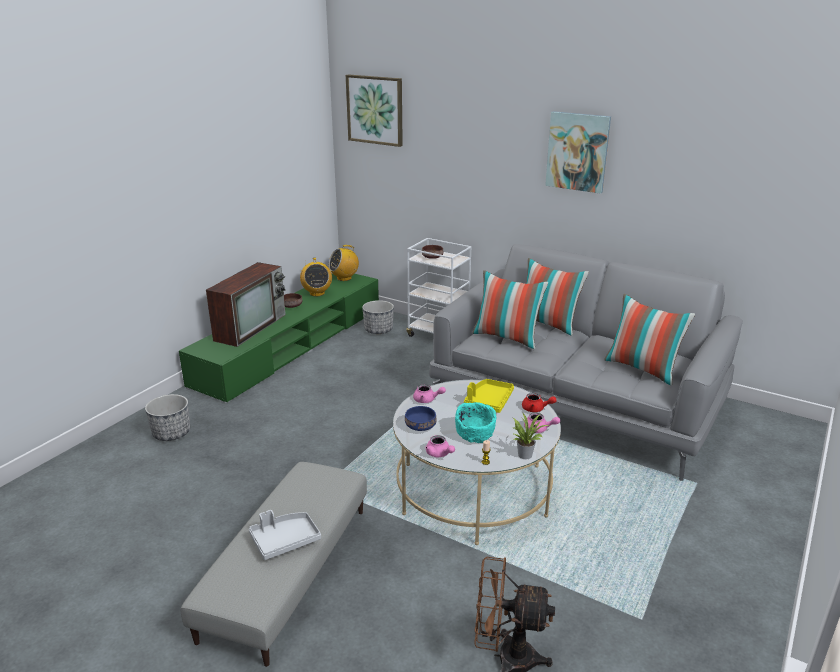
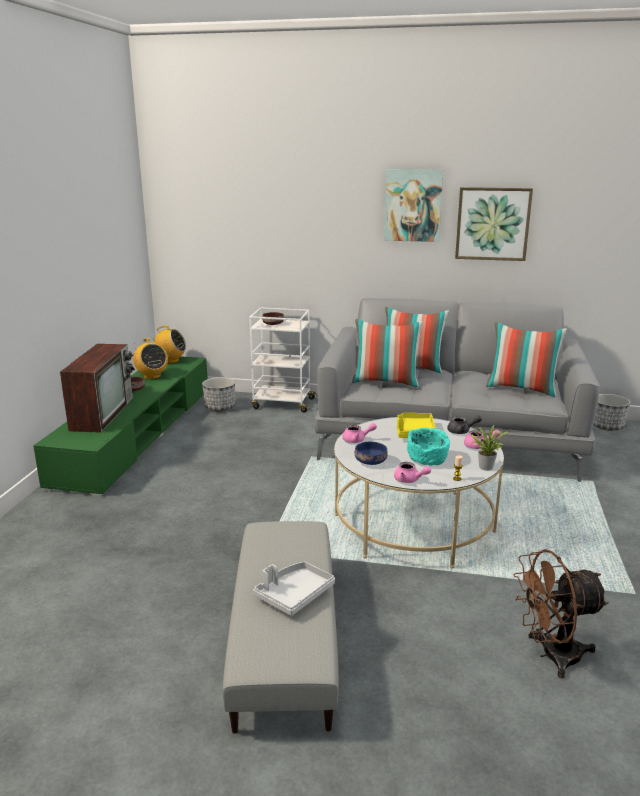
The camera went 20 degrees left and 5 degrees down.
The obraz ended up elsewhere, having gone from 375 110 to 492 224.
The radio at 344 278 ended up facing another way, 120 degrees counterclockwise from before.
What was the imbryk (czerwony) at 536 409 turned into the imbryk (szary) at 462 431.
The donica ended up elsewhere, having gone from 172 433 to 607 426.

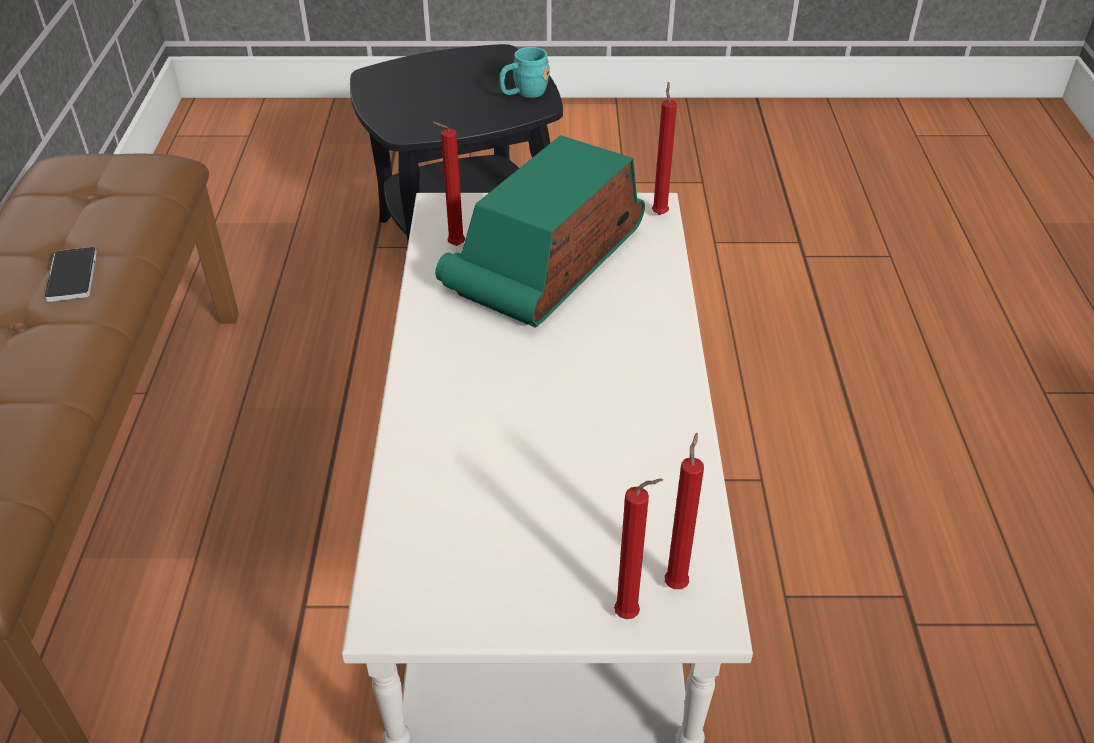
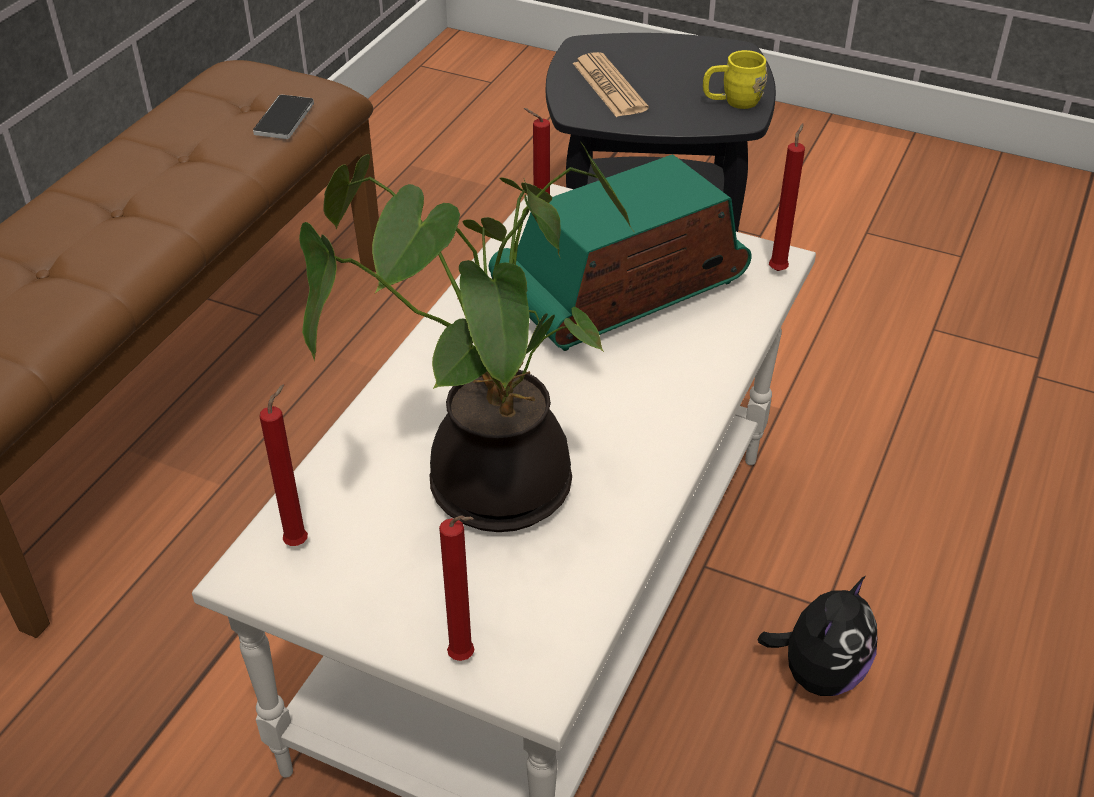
The camera went 25 degrees right and 0 degrees up.
What was the kubek (turkusowy) at 524 93 turned into the kubek (żółty) at 732 101.
The telefon ended up elsewhere, having gone from 72 276 to 284 119.
The świeca (czerwony) ended up elsewhere, having gone from 676 582 to 299 541.
The second view gained the gazeta at 609 86.
The second view gained the roślina doniczkowa at 488 483.
The second view gained the pluszak at 818 673.

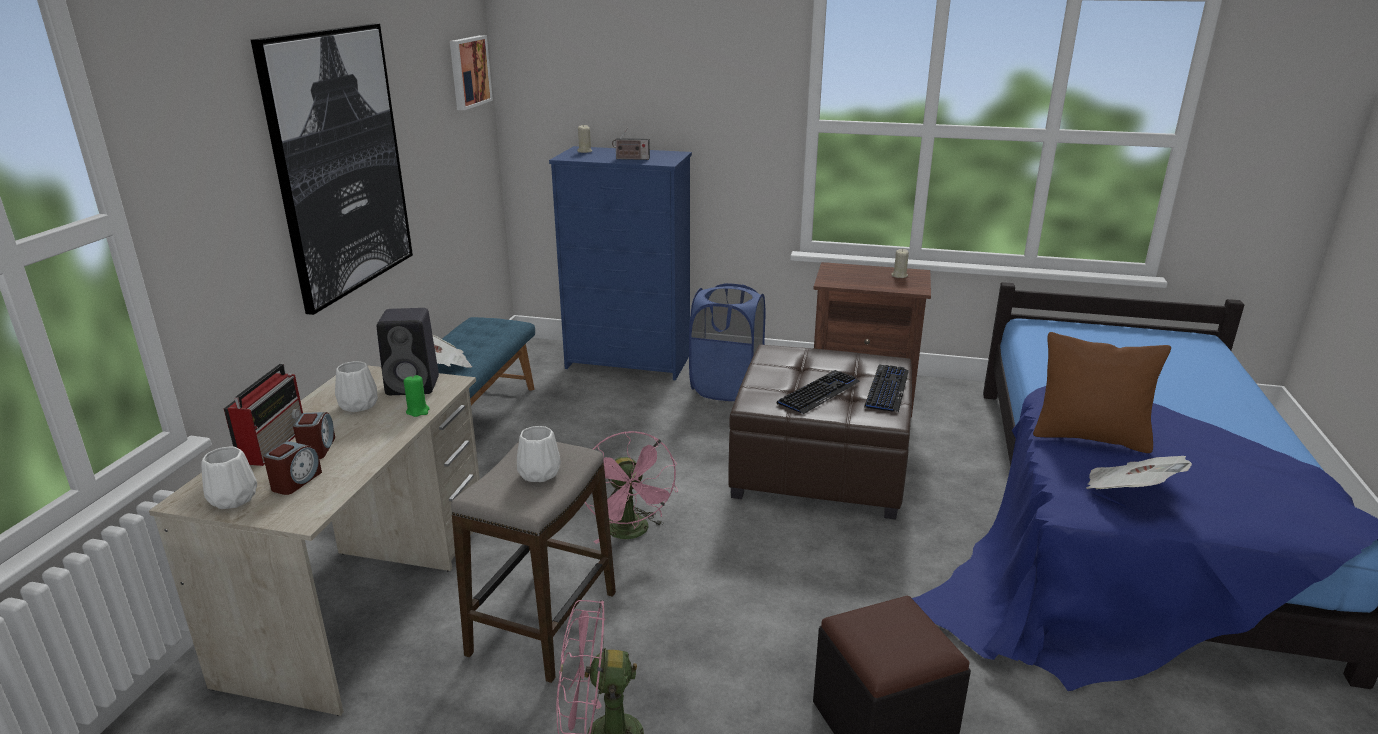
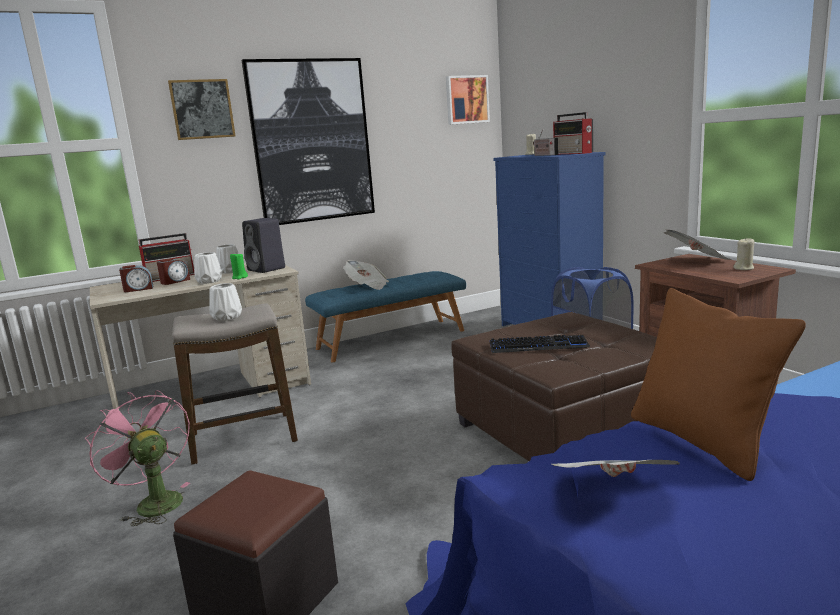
The camera went 50 degrees right and 10 degrees down.
The second view lost the klawiatura at 886 389.
The second view lost the wentylator (różowy) at 631 533.
The wazon (biały) ended up elsewhere, having gone from 232 499 to 209 281.
The second view gained the obraz at 202 109.
The second view gained the radio at 573 153.
The second view gained the gazeta at 697 261.

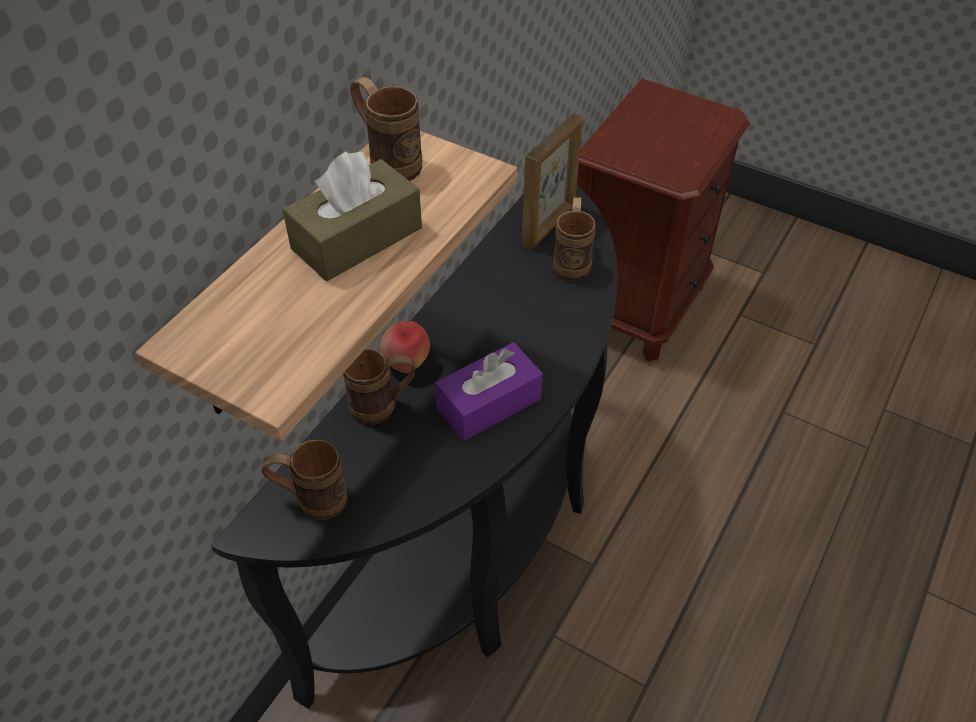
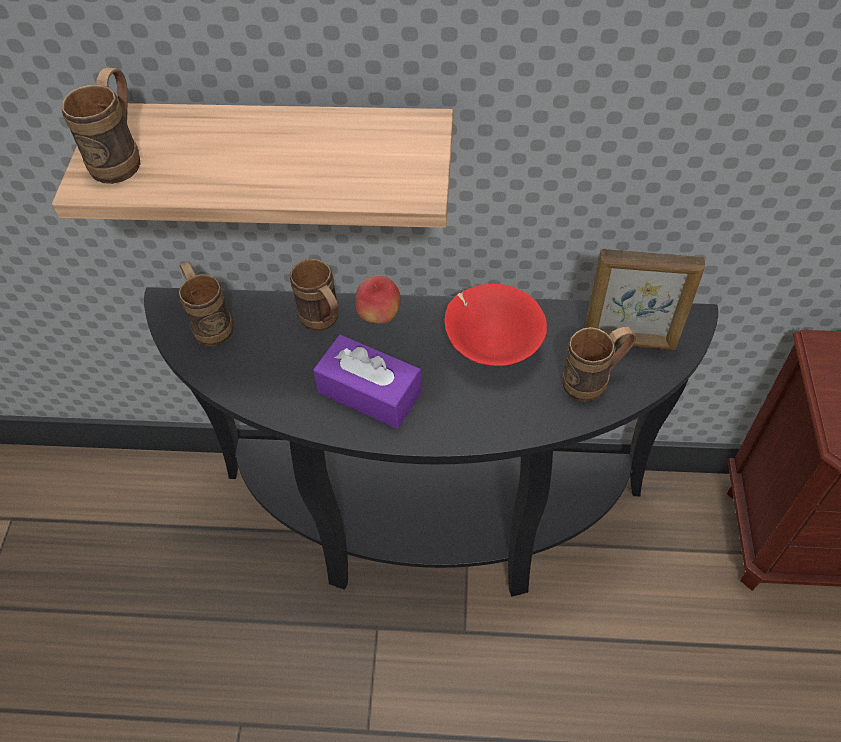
The camera went 65 degrees right and 5 degrees up.
The kubek (brązowy) ended up elsewhere, having gone from 388 162 to 122 157.
The second view lost the pudełko chusteczek (brązowy) at 357 238.
The second view gained the miska (czerwony) at 492 344.

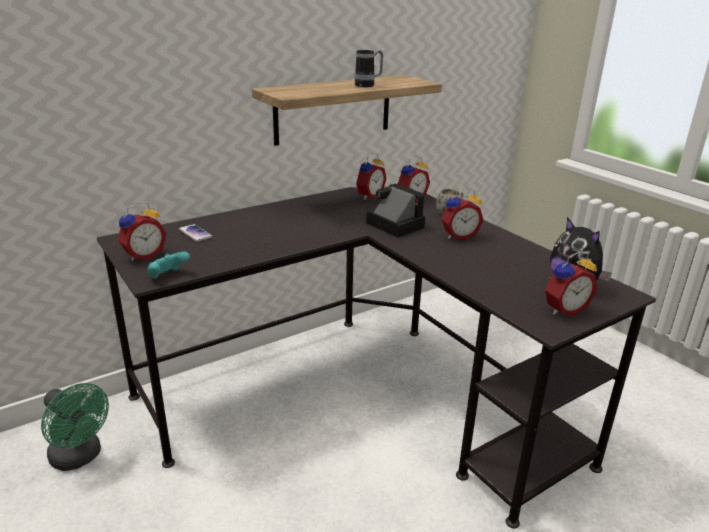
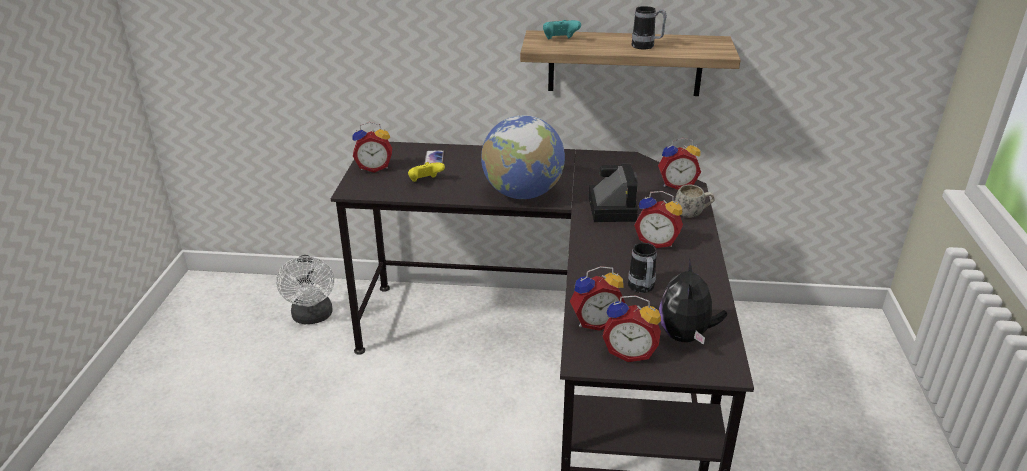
The camera went 40 degrees right and 5 degrees up.
The budzik ended up elsewhere, having gone from 368 196 to 595 322.
The pad do gier (turkusowy) ended up elsewhere, having gone from 168 276 to 560 40.
What was the wentylator (zielony) at 80 457 turned into the wentylator (biały) at 312 317.
The second view gained the globus at 522 194.
The second view gained the pad do gier (żółty) at 425 181.
The second view gained the kubek at 642 289.

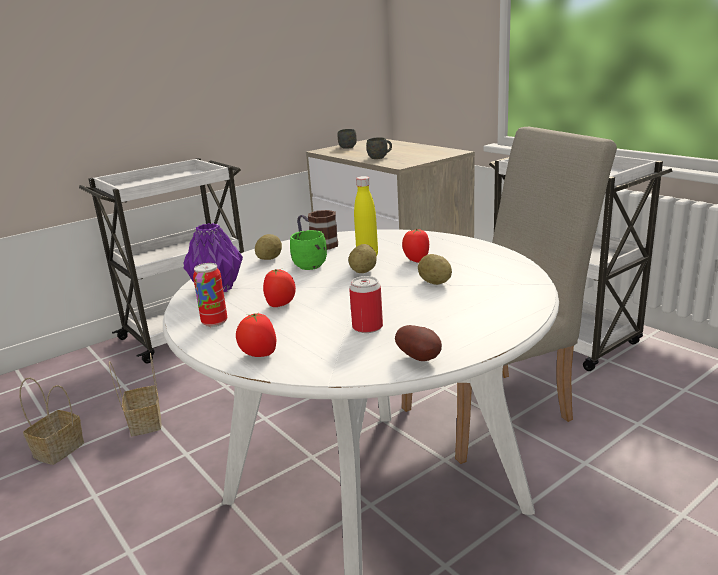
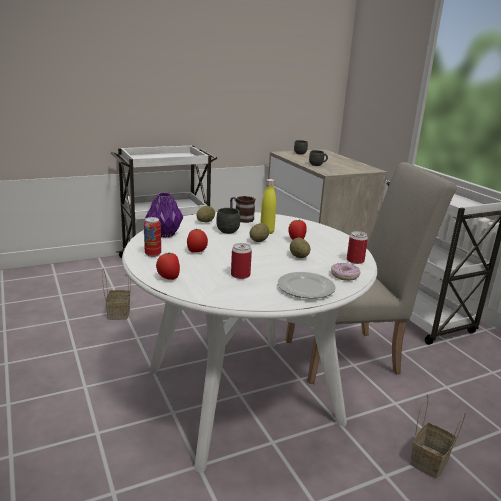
The camera went 10 degrees right and 0 degrees up.
What was the kubek (zielony) at 307 264 turned into the kubek (szary) at 226 230.
The second view lost the ziemniak at 420 359.
The koszyk ended up elsewhere, having gone from 58 451 to 429 462.
The second view gained the puszka at 355 261.
The second view gained the donut at 345 276.
The second view gained the talerz at 305 288.

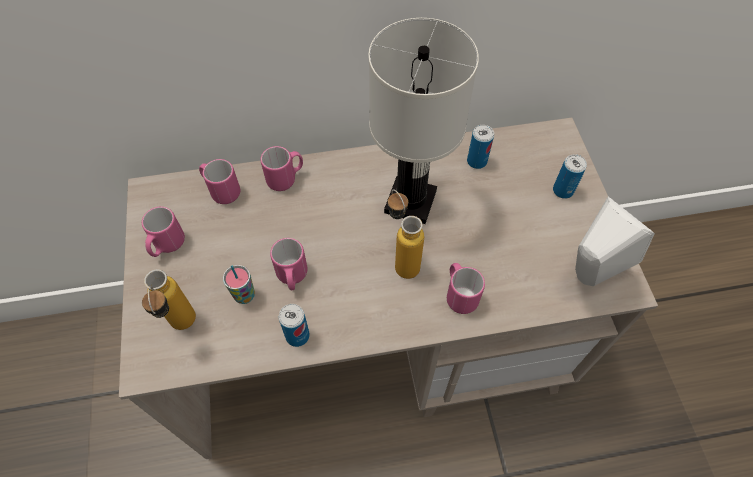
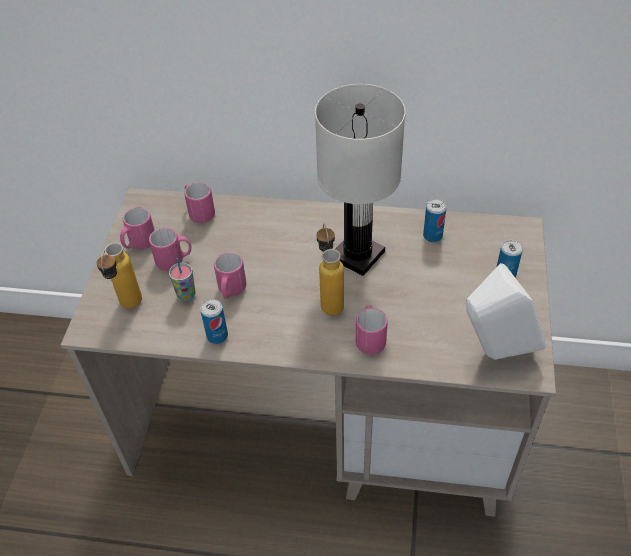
The camera went 20 degrees right and 10 degrees down.
The kubek (różowy) ended up elsewhere, having gone from 286 178 to 174 260.

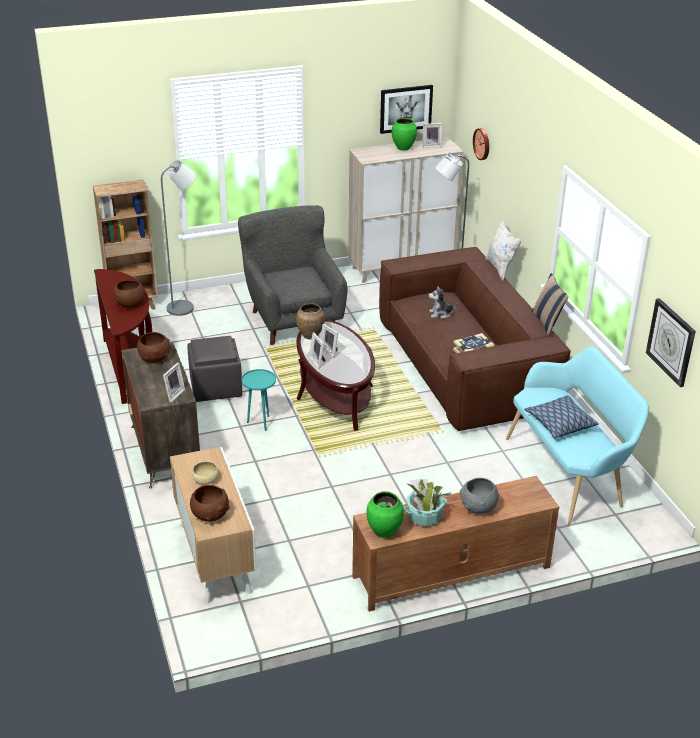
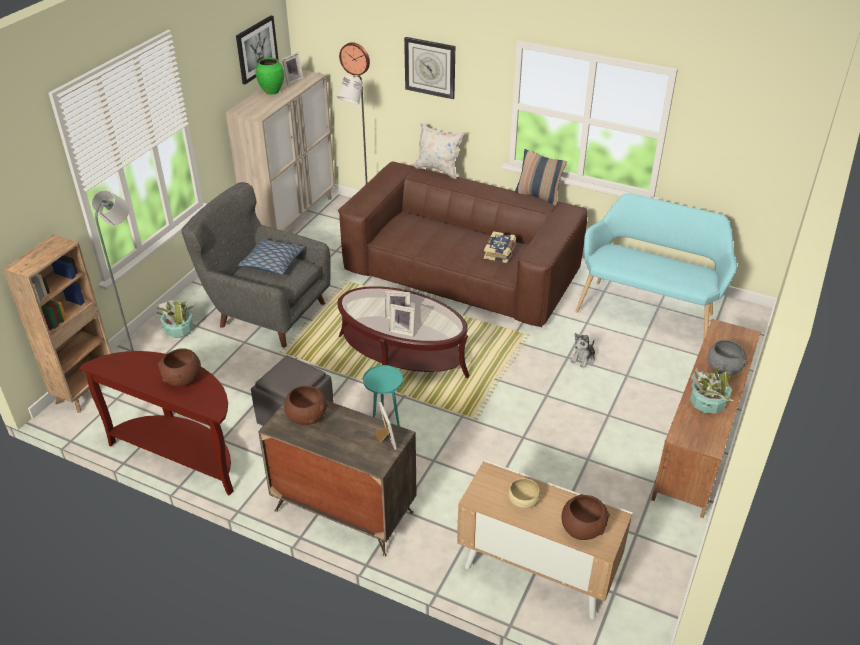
The camera went 45 degrees left and 5 degrees up.
The pluszak ended up elsewhere, having gone from 441 314 to 583 359.
The zegar ścienny ended up elsewhere, having gone from 671 342 to 430 67.
The second view lost the wazon (brązowy) at 310 335.
The poduszka ended up elsewhere, having gone from 560 423 to 272 263.
The second view lost the wazon (zielony) at 384 532.
The second view gained the roślina doniczkowa at 179 330.

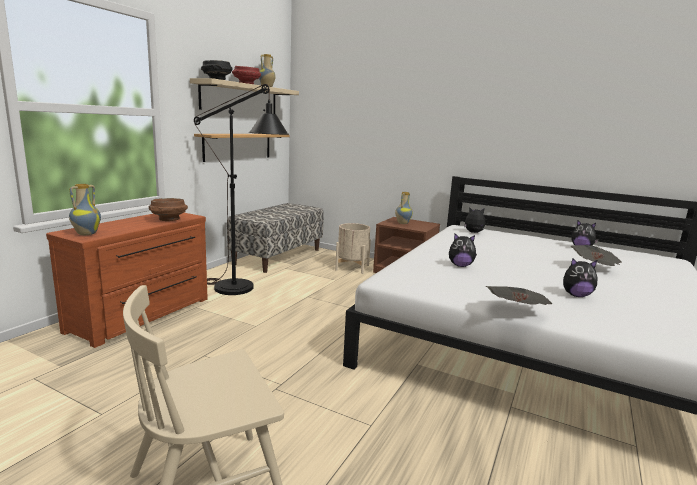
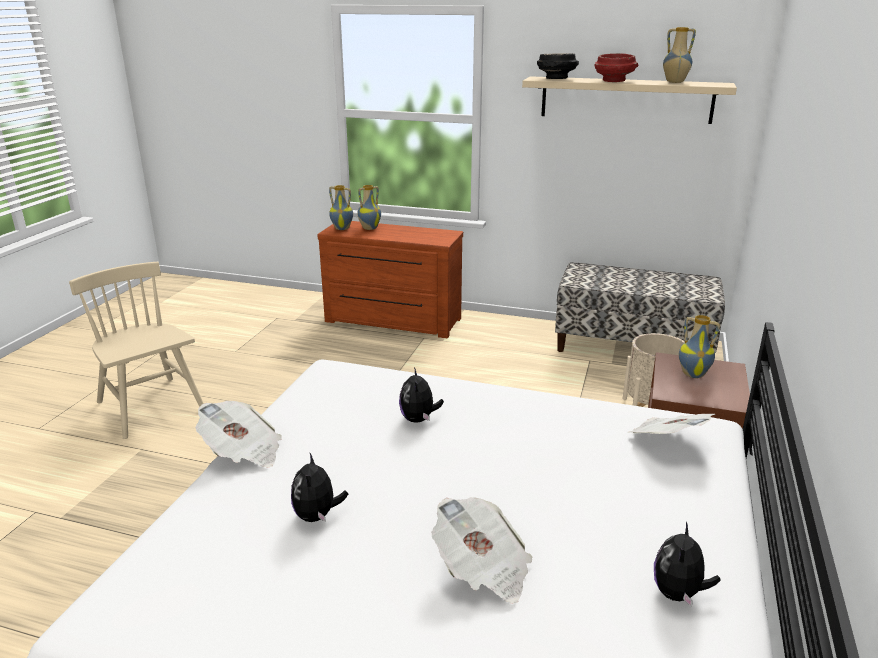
The camera went 80 degrees right and 10 degrees up.
The second view lost the lampa stojąca (czarny) at 242 290.
The second view lost the półka at 238 146.
The second view lost the miska (brązowy) at 168 220.
Where the pluszak stood at 474 233, the gazeta came to stand at 667 441.
The second view gained the wazon at 369 228.

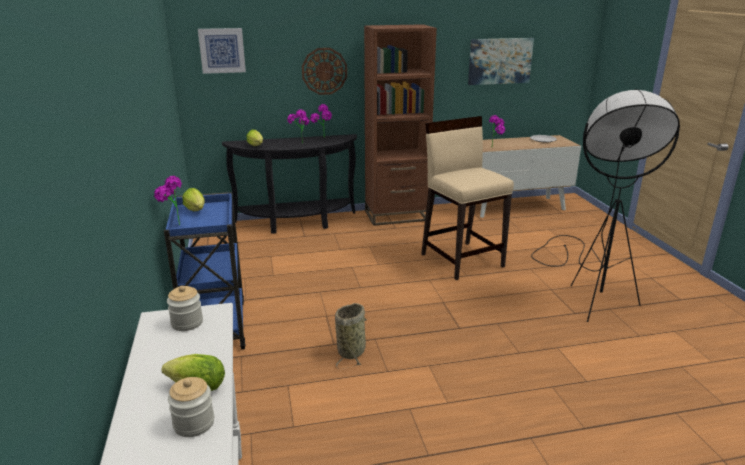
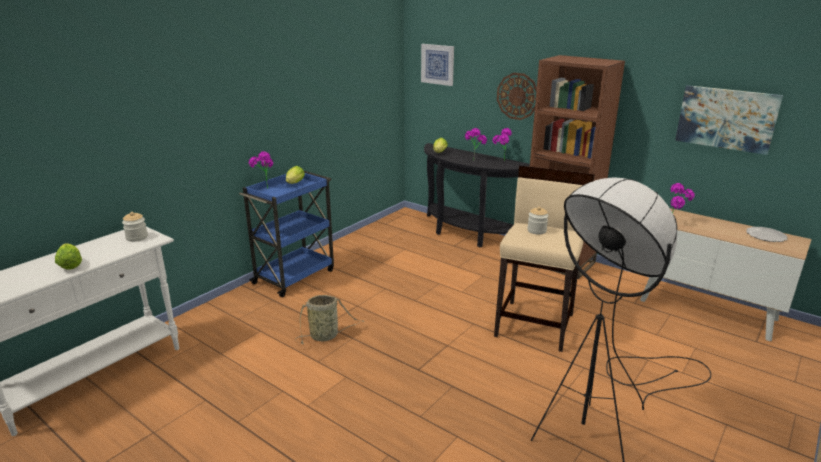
The camera went 50 degrees right and 0 degrees up.
The słoik ended up elsewhere, having gone from 194 423 to 536 230.

